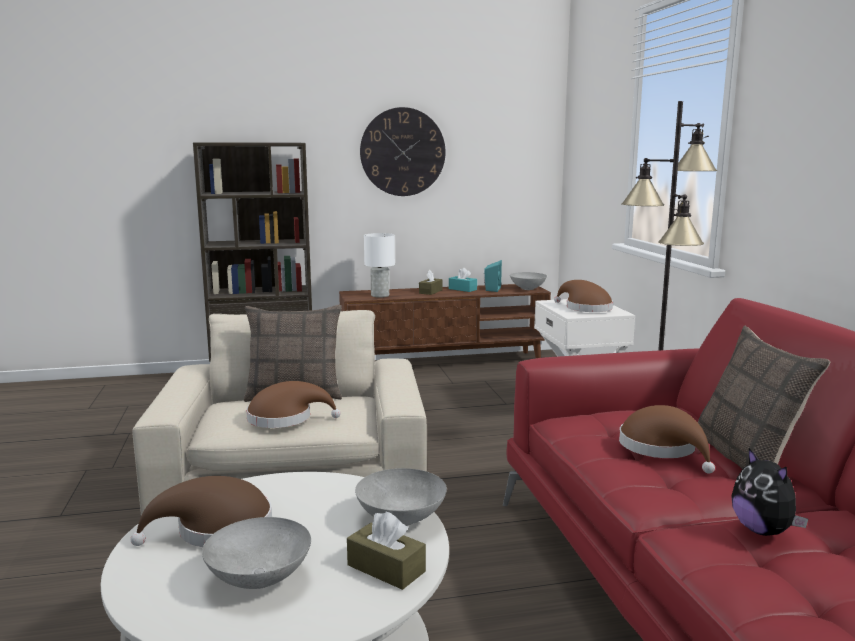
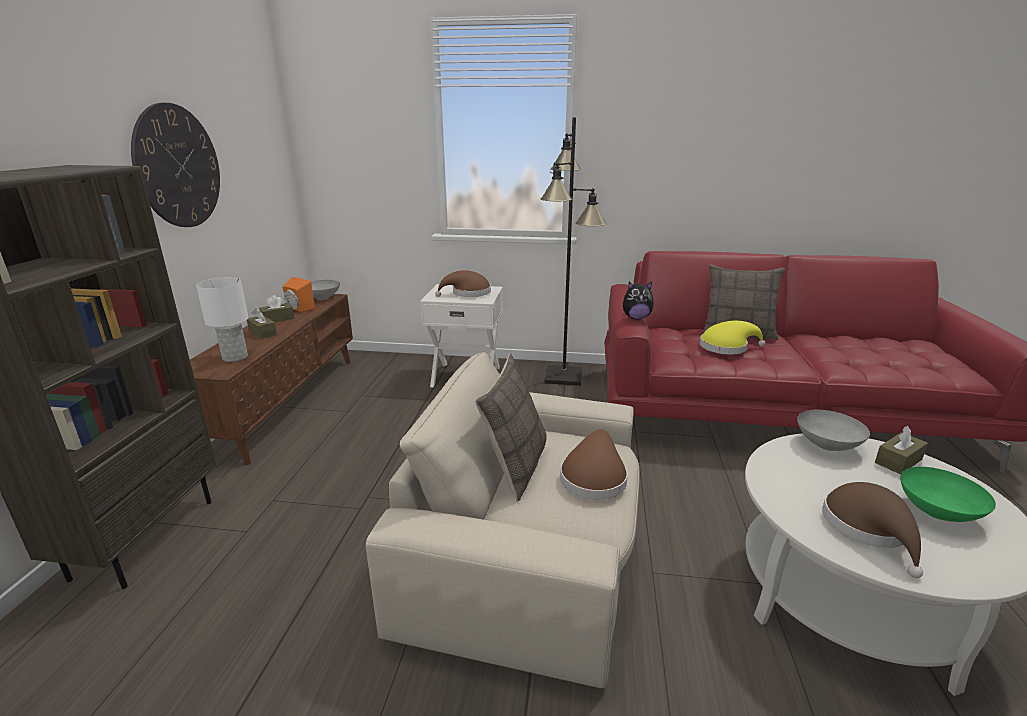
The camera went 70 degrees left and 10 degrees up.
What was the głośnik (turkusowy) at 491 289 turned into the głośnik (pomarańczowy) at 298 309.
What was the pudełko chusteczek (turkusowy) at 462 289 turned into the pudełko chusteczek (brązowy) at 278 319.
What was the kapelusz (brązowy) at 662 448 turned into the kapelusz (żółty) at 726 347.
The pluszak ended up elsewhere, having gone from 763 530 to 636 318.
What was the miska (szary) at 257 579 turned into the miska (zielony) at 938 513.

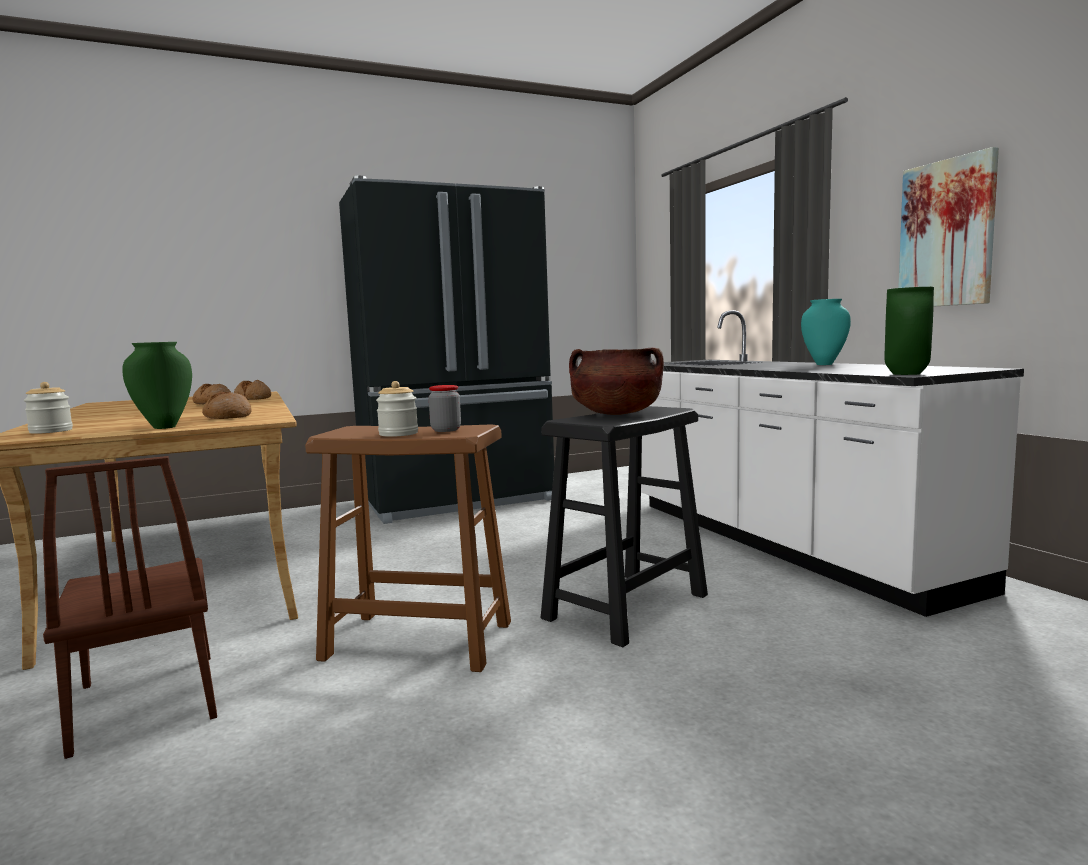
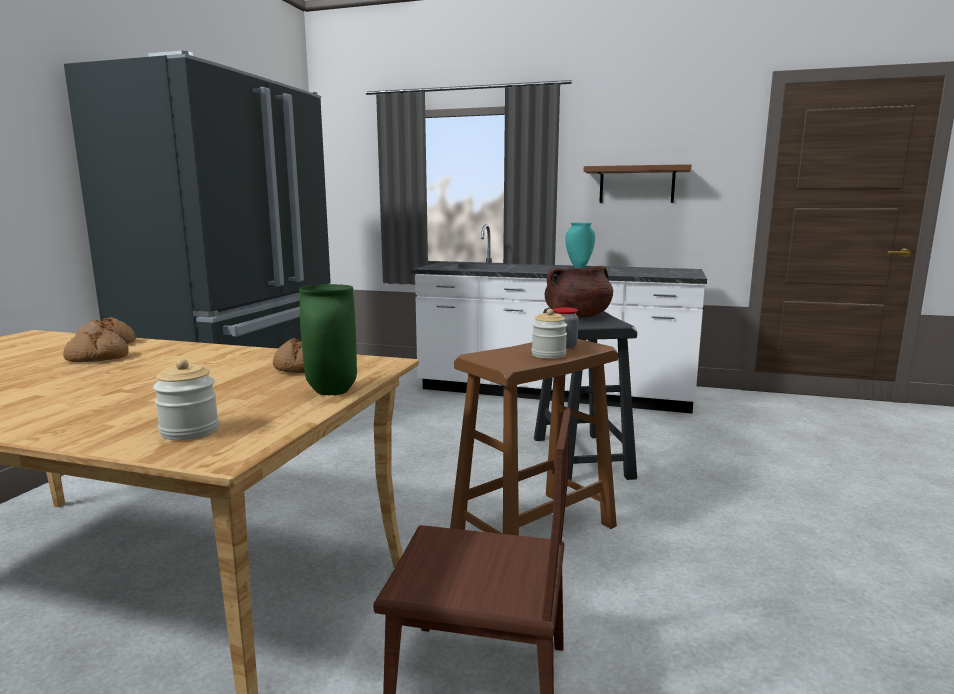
The camera went 50 degrees left and 5 degrees up.
Where the obraz hung at 947 234, the półka (brązowy) came to hang at 636 185.
The second view lost the wazon (zielony) at 908 374.

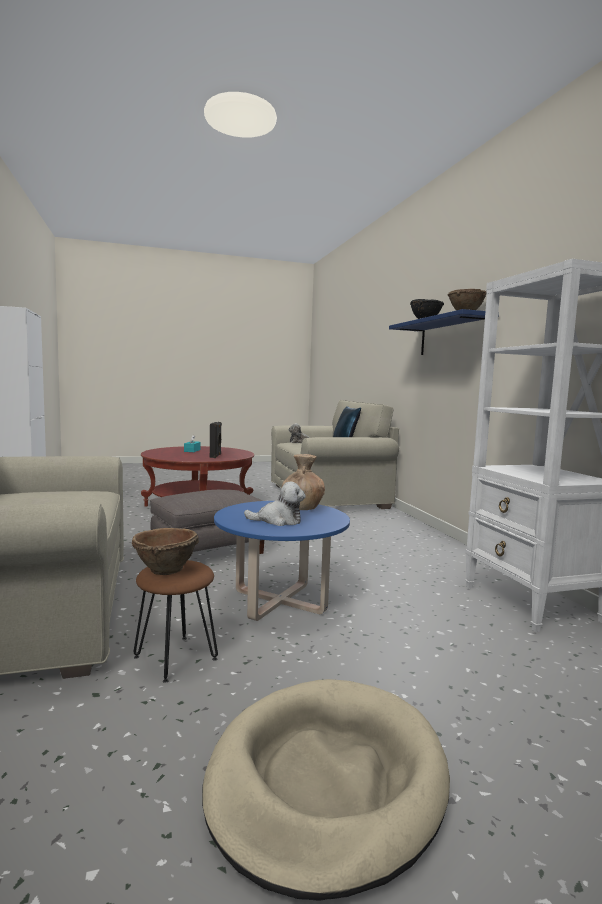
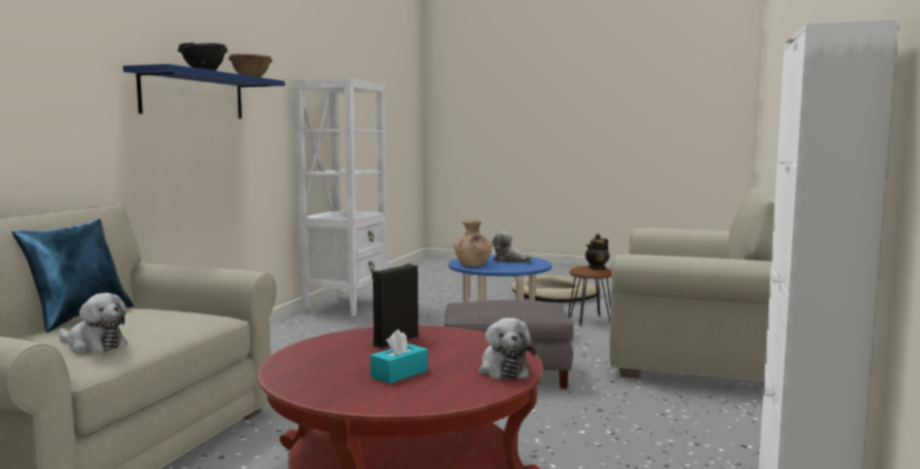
The camera went 145 degrees left and 0 degrees up.
Where the miska (brązowy) stood at 165 570, the imbryk came to stand at 597 268.
The second view gained the pluszak at 503 369.

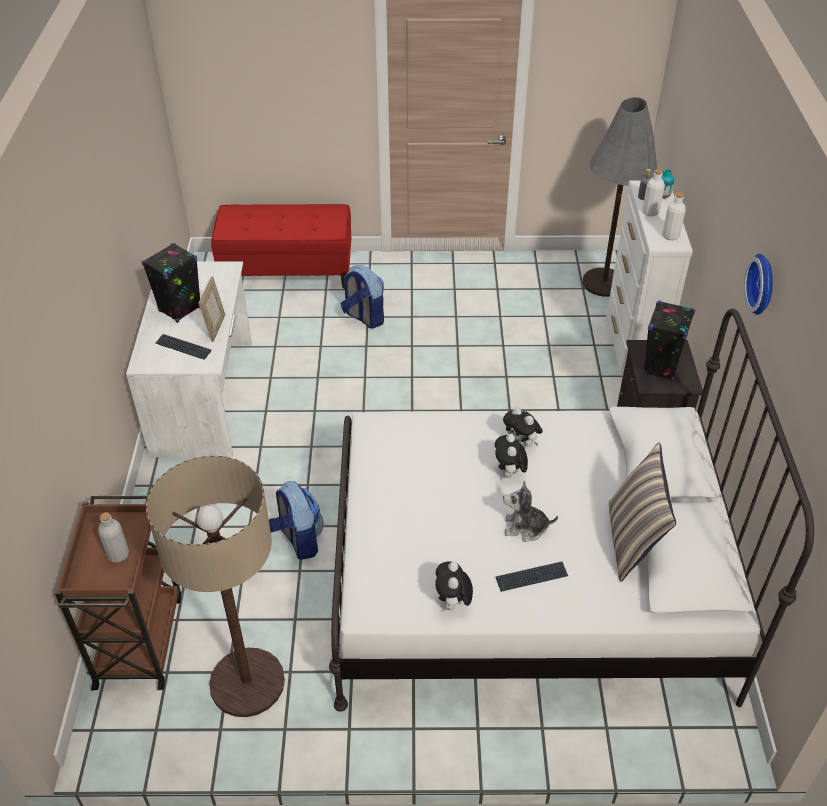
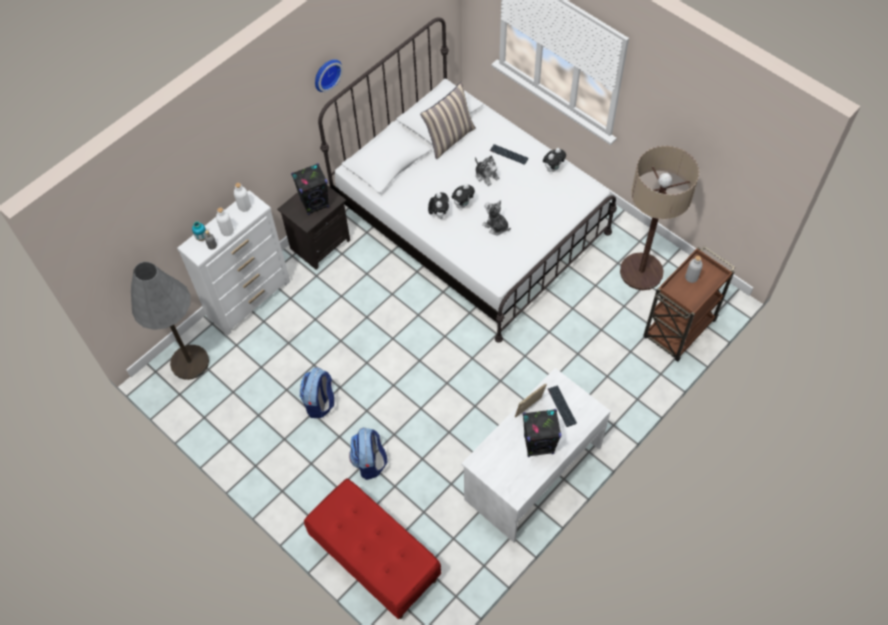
The camera went 135 degrees left and 15 degrees up.
The plecak ended up elsewhere, having gone from 298 540 to 320 402.
The second view gained the pluszak at 496 226.

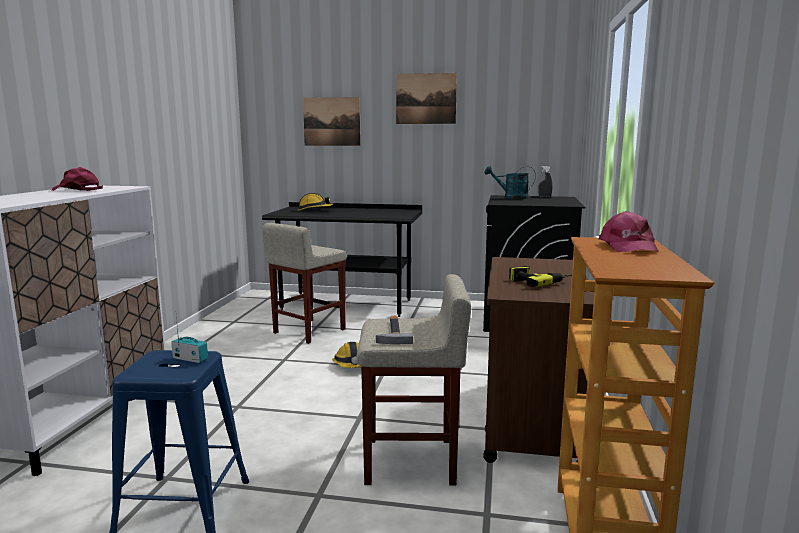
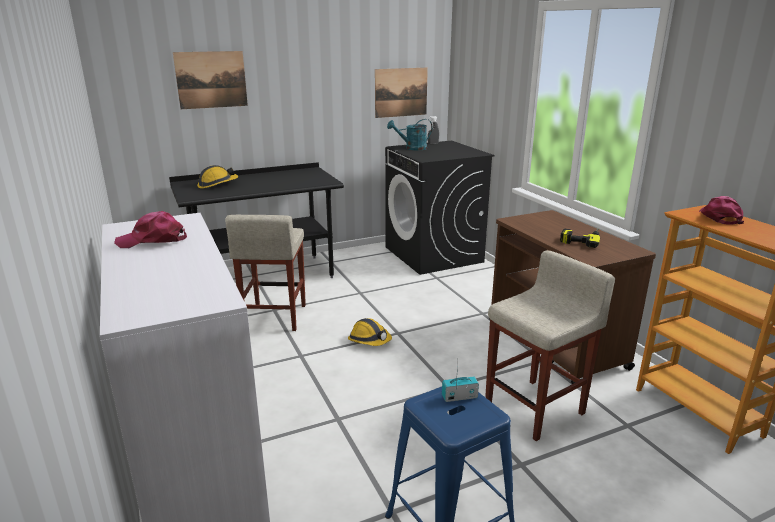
The camera went 35 degrees left and 10 degrees up.
The obraz ended up elsewhere, having gone from 426 98 to 401 92.
The czapka z daszkiem (różowy) at 627 246 ended up facing another way, 135 degrees counterclockwise from before.
The second view lost the młotek at 393 332.

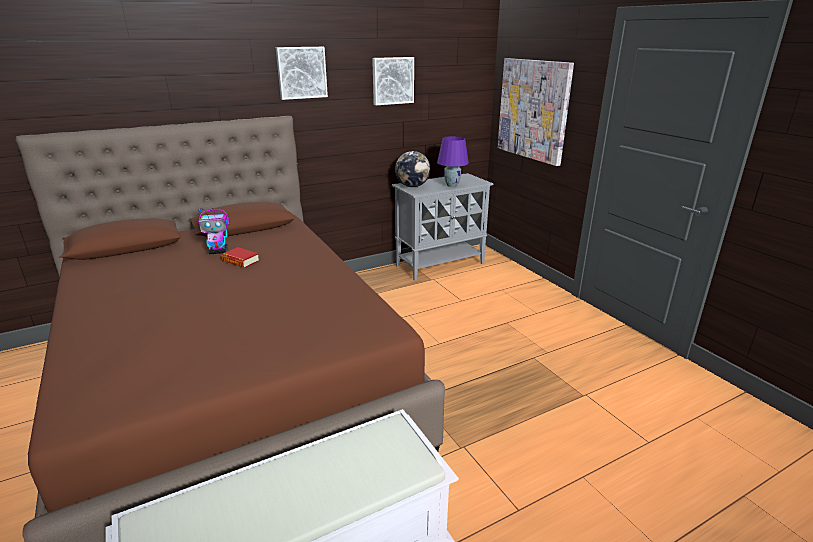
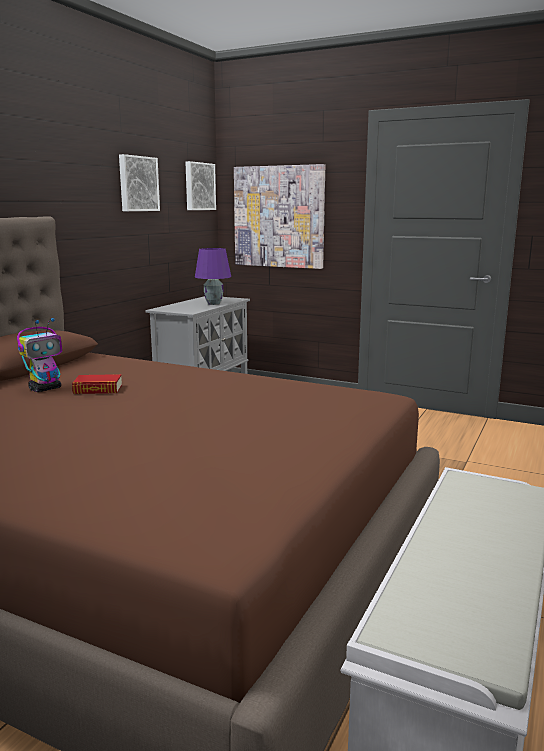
The camera went 35 degrees left and 10 degrees down.
The obraz ended up elsewhere, having gone from 301 72 to 199 186.
The second view lost the globus at 412 186.

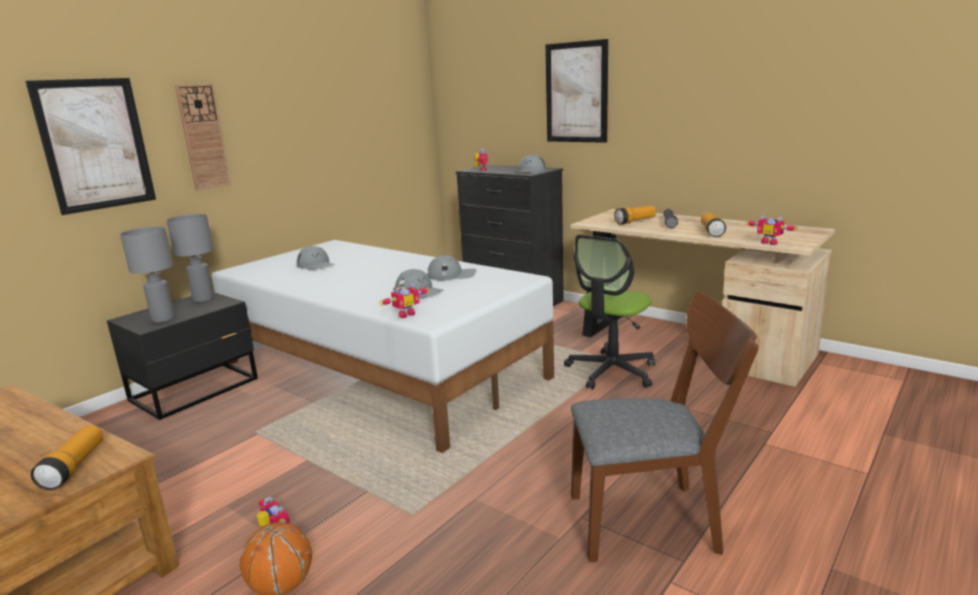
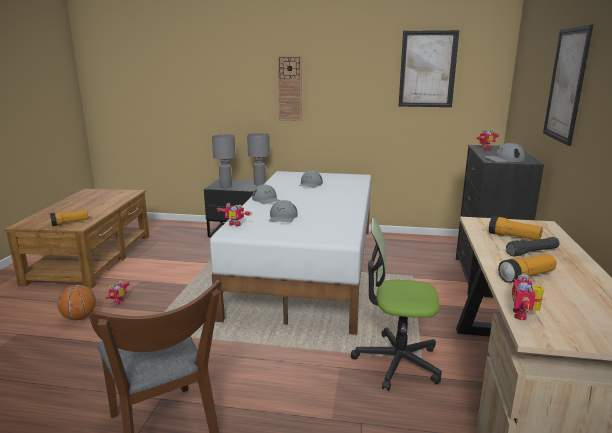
The camera went 60 degrees right and 0 degrees up.
The obraz ended up elsewhere, having gone from 95 145 to 427 69.
The czapka z daszkiem (szary) ended up elsewhere, having gone from 452 275 to 266 199.

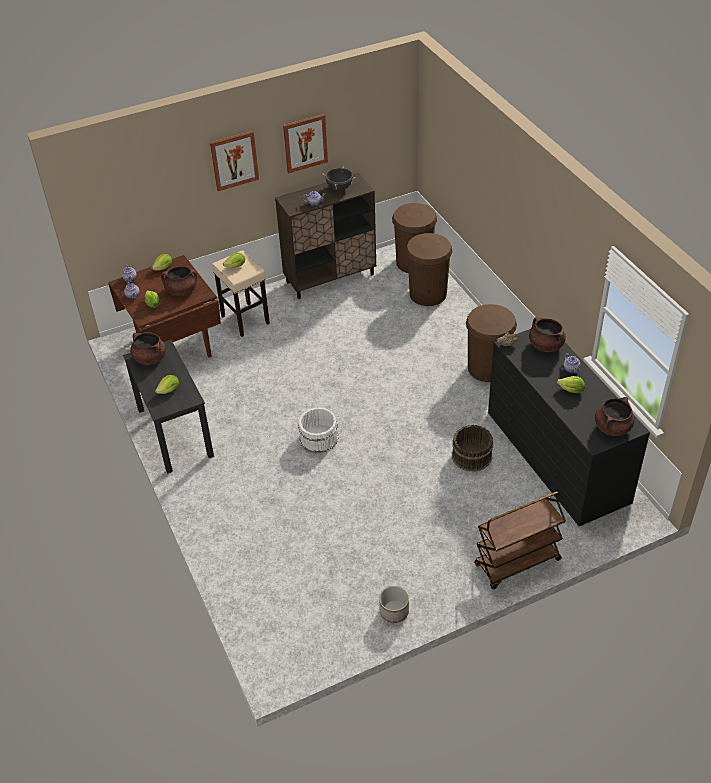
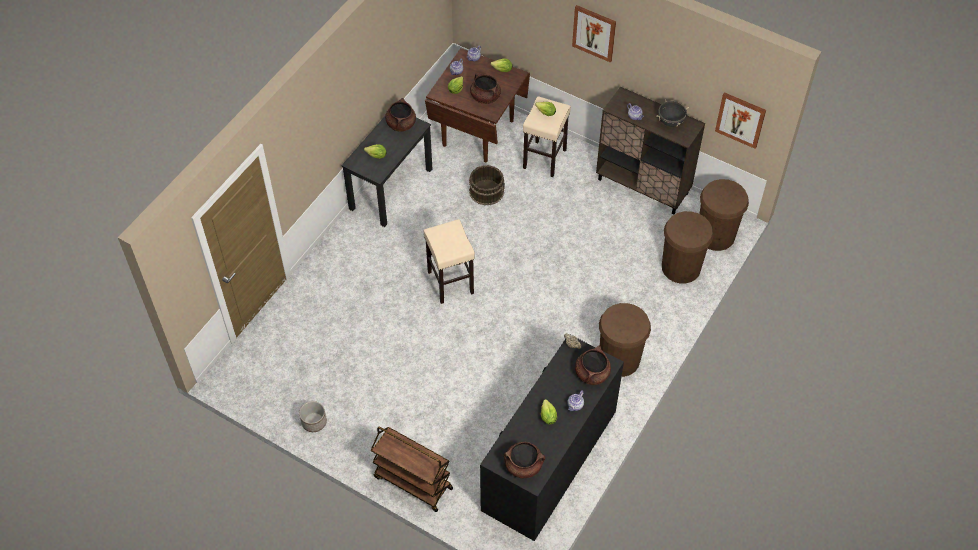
The camera went 55 degrees right and 10 degrees up.
The obraz ended up elsewhere, having gone from 305 143 to 740 119.
Where the wiadro (biały) stood at 318 438, the stołek (beżowy) came to stand at 450 282.
The wiadro (brązowy) ended up elsewhere, having gone from 471 455 to 486 191.

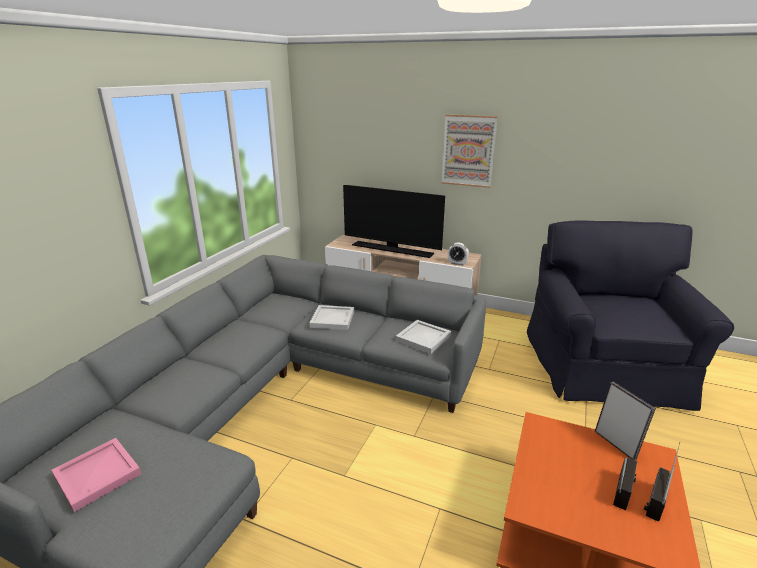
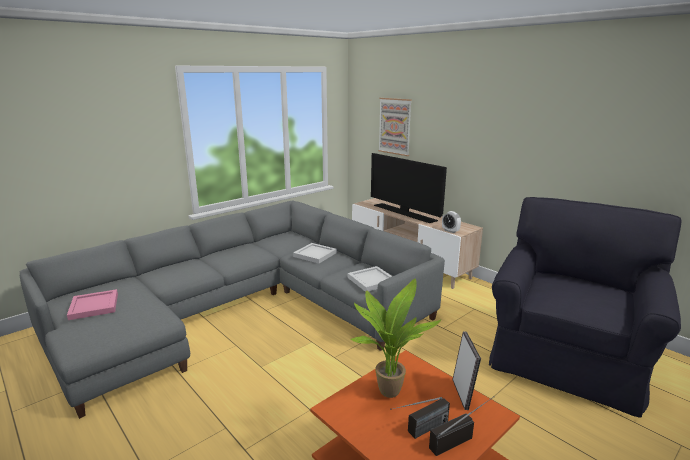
The camera went 25 degrees right and 5 degrees down.
The obraz ended up elsewhere, having gone from 468 151 to 395 126.
The second view gained the roślina doniczkowa at 387 390.

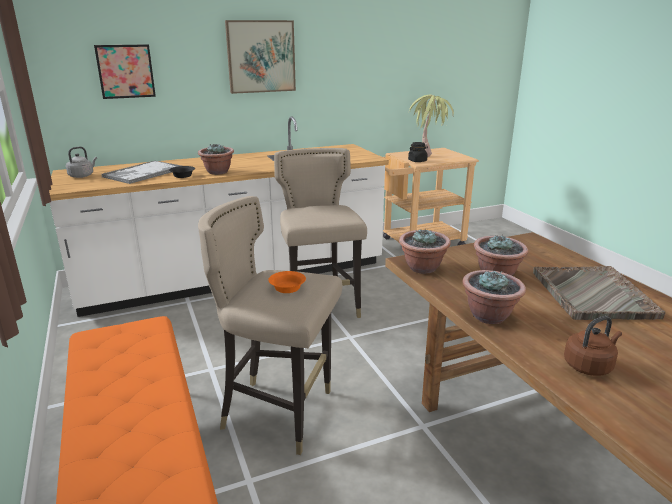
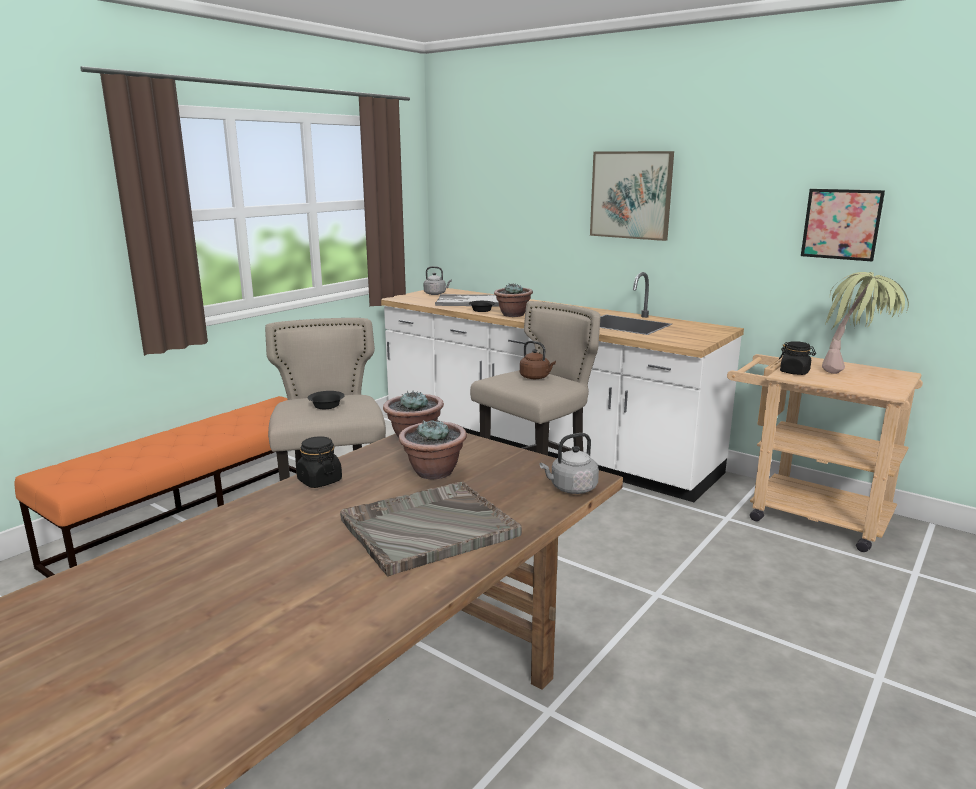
The camera went 60 degrees right and 5 degrees down.
The obraz ended up elsewhere, having gone from 125 71 to 841 224.
Where the roślina doniczkowa stood at 489 316, the słoik (czarny) came to stand at 319 481.
What was the miska (pomarańczowy) at 288 288 turned into the miska (czarny) at 327 406.
The czajnik (brązowy) ended up elsewhere, having gone from 589 366 to 536 377.
The second view gained the czajnik (szary) at 571 488.

